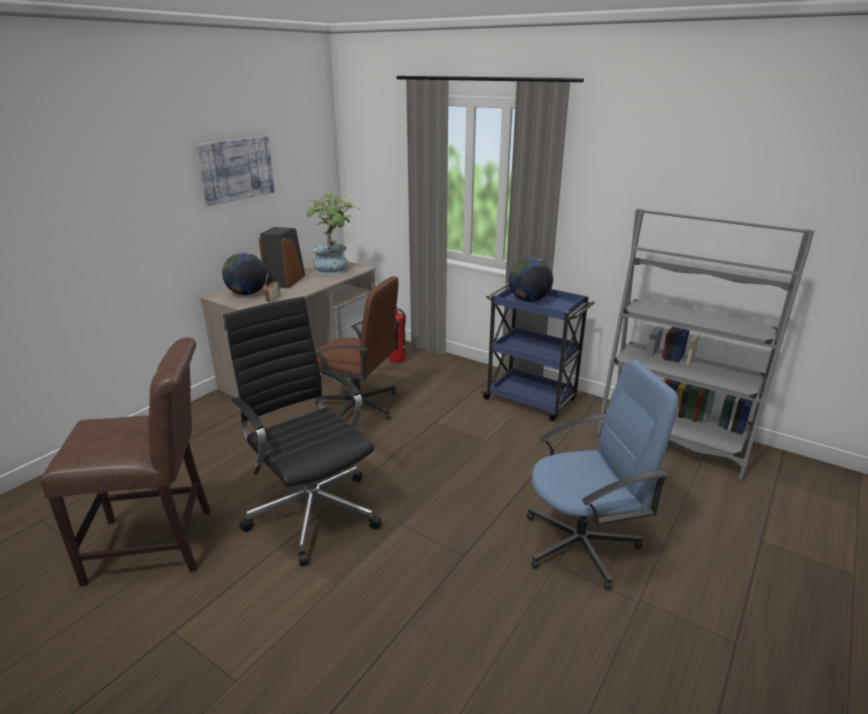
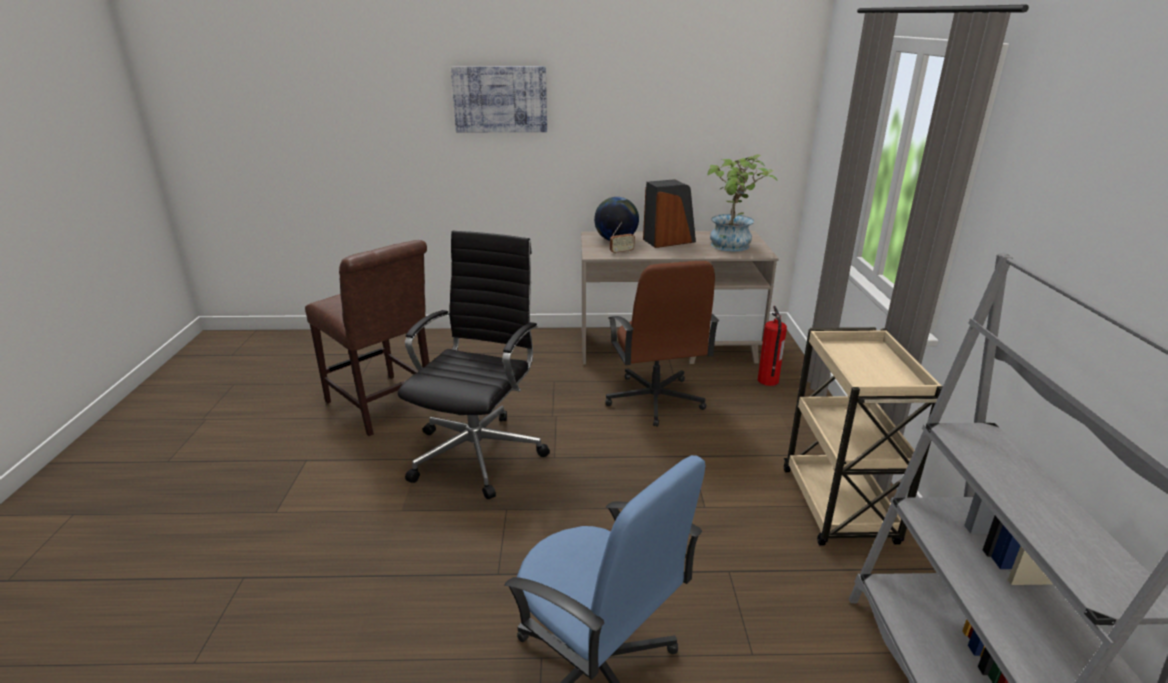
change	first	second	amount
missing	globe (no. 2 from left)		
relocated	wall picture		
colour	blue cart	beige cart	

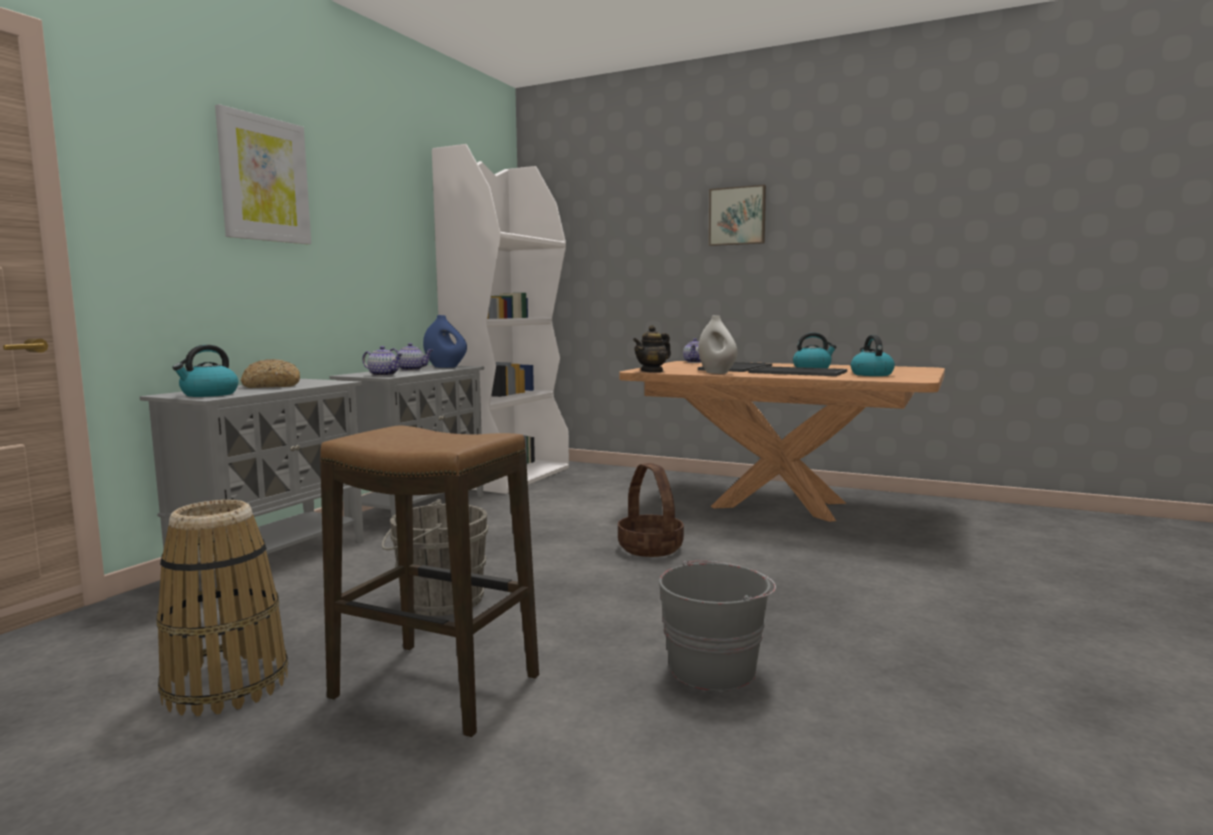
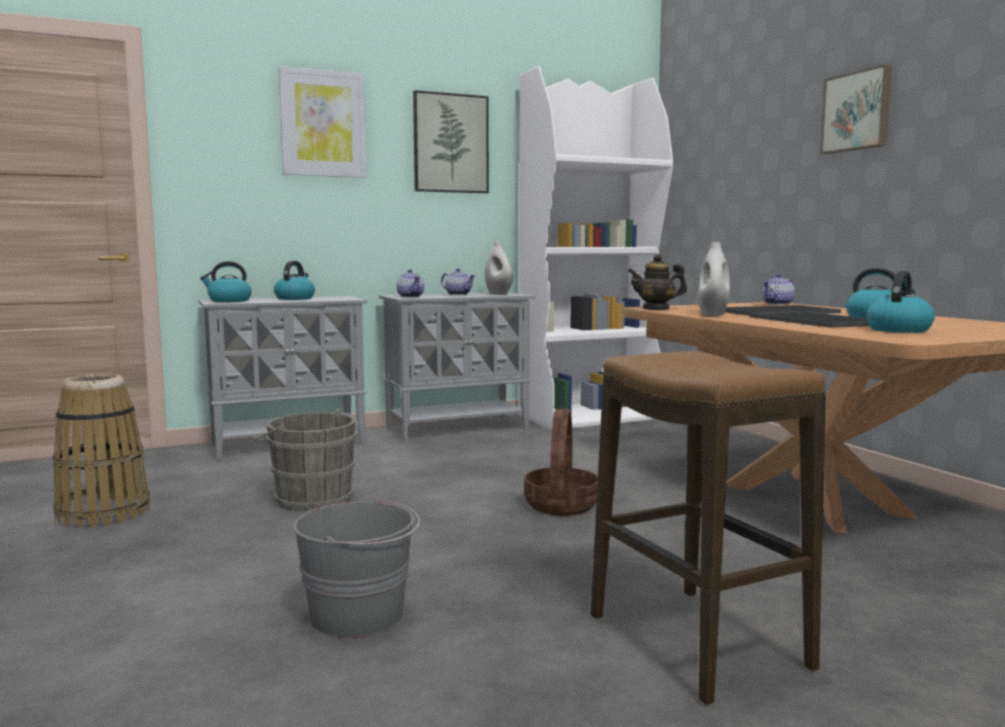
change	first	second	amount
appeared		wall picture (no. 2 from left)	
relocated	stool		
exchanged	bread	water kettle (no. 2 from left)	
colour	blue vase	white-coloured vase (no. 1 from left)	

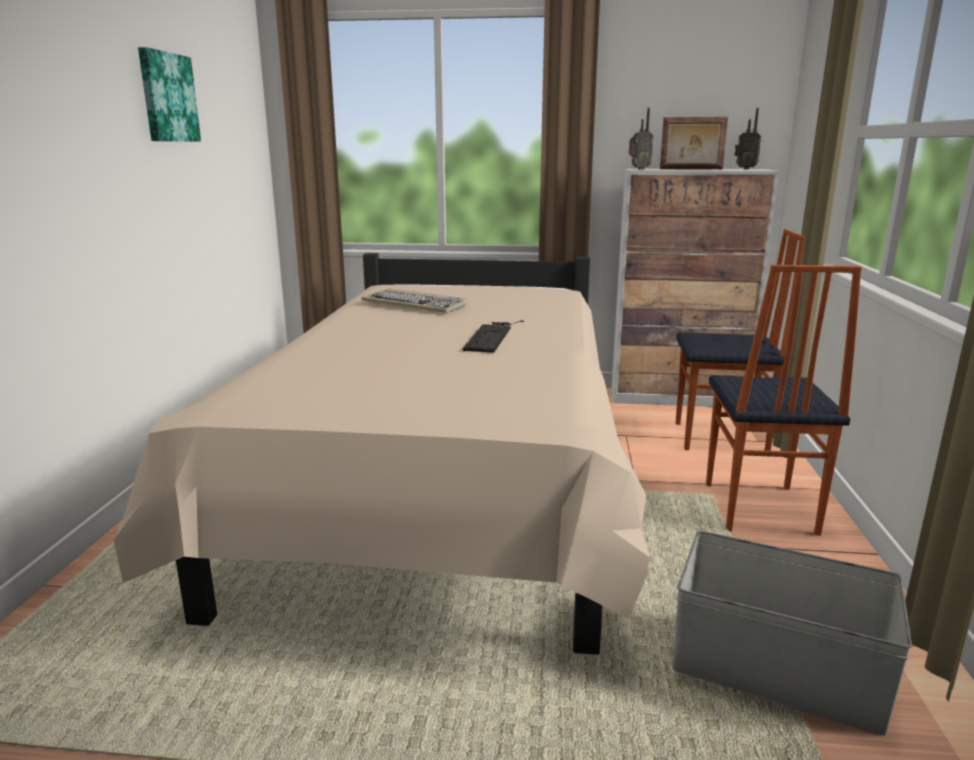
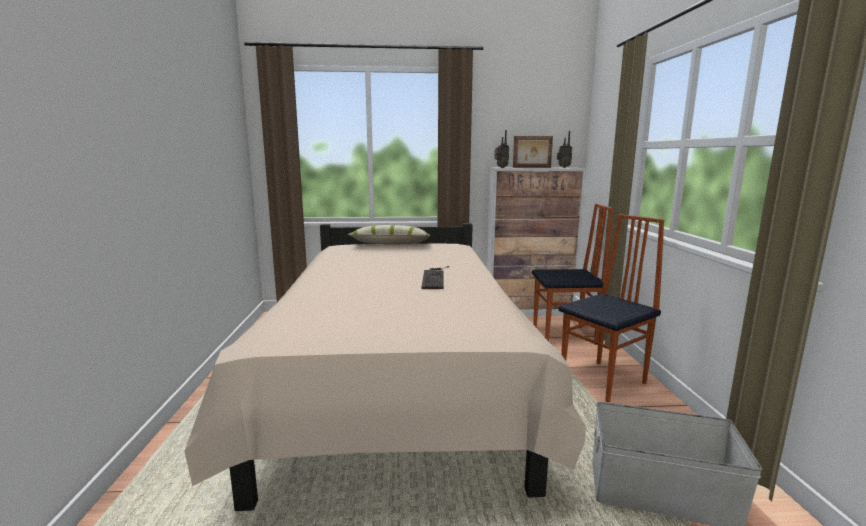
change	first	second	amount
missing	wall picture		
missing	PC keyboard (no. 1 from left)		
appeared		pillow	
spun	plain chair (no. 2 from left)		120 degrees counterclockwise

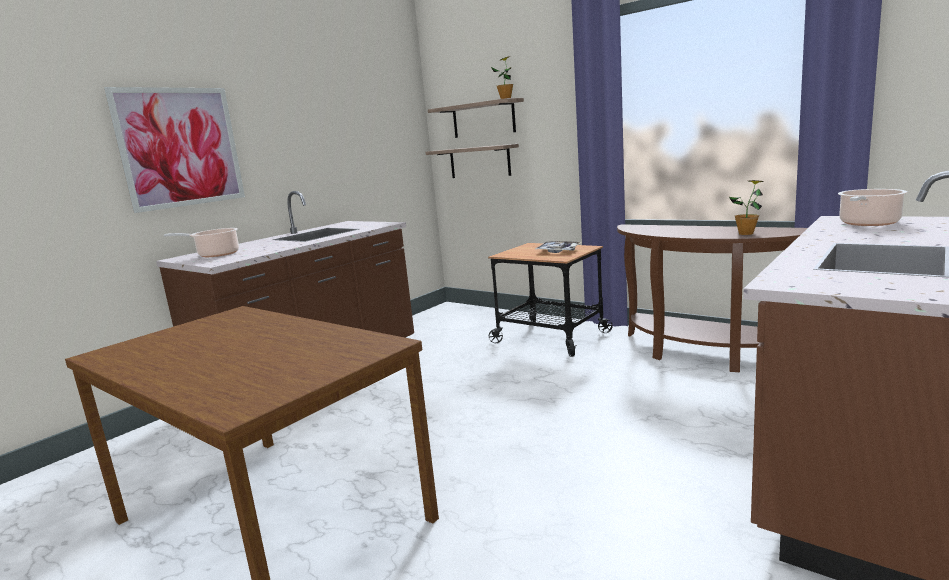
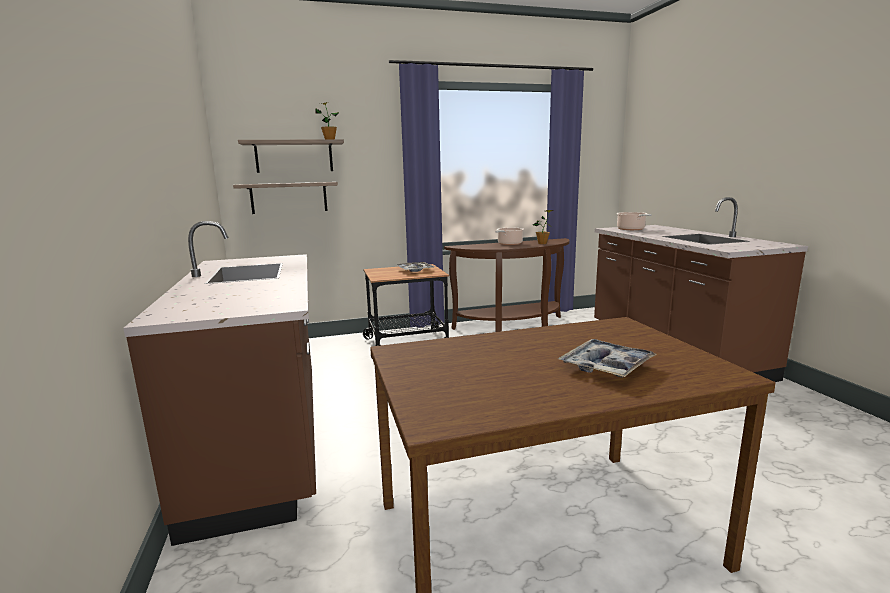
change	first	second	amount
missing	wall picture		
appeared		carrying tray (no. 2 from left)	
relocated	cooking pot (no. 1 from left)		

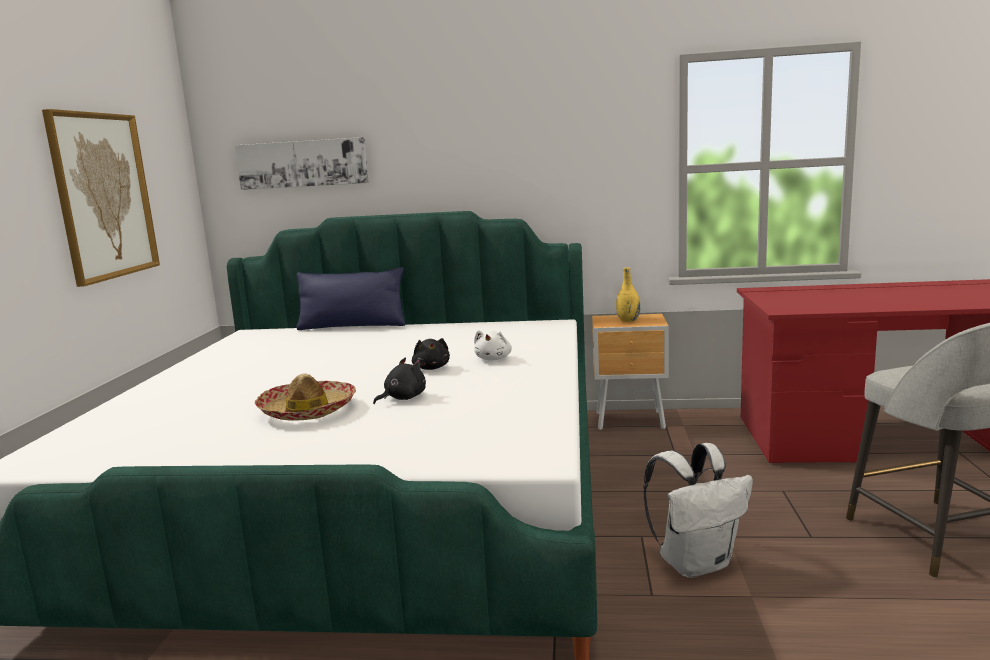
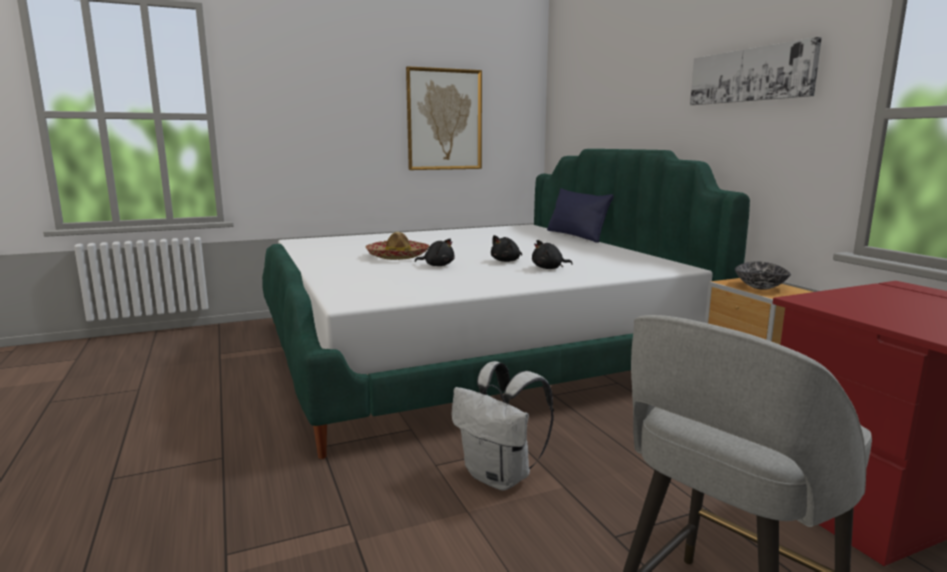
change	first	second	amount
relocated	wall picture (no. 2 from left)		
exchanged	yellow-coloured vase	serving bowl	
colour	white-coloured soft toy	blackish soft toy (no. 3 from left)	

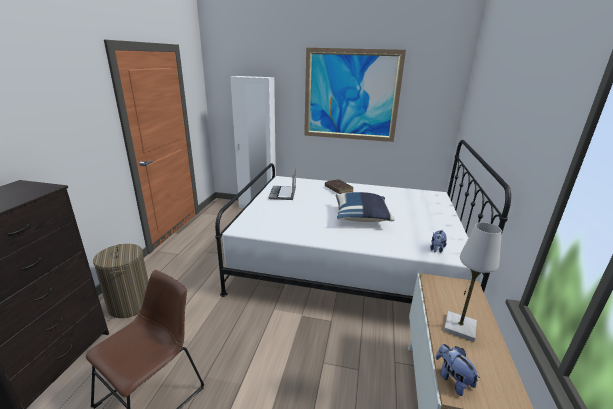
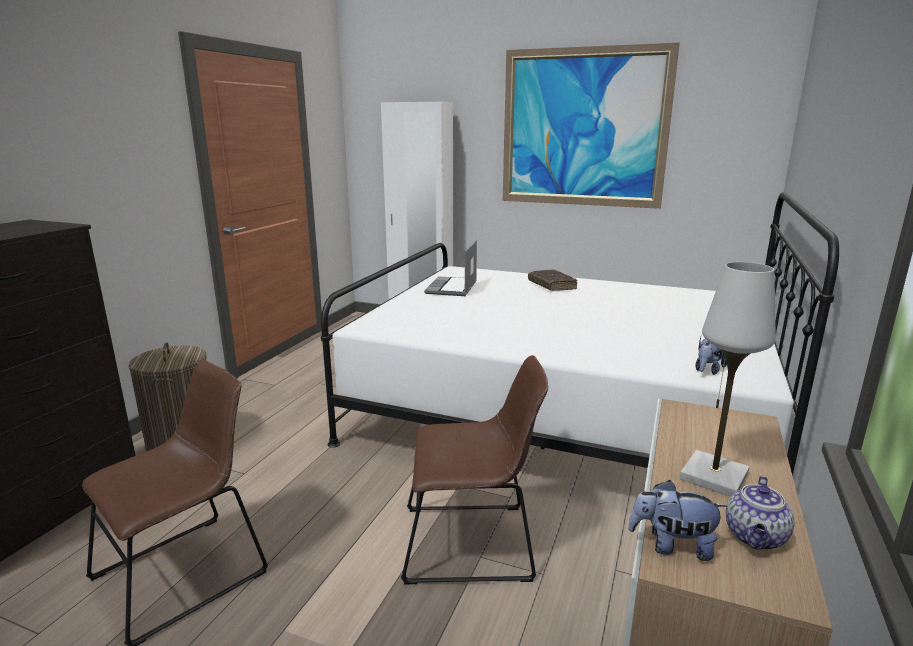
change	first	second	amount
missing	blue pillow		
appeared		brownish plain chair (no. 2 from left)	
appeared		pot for tea	
spun	soft toy (no. 2 from left in the first image)	soft toy (no. 1 from left)	60 degrees counterclockwise

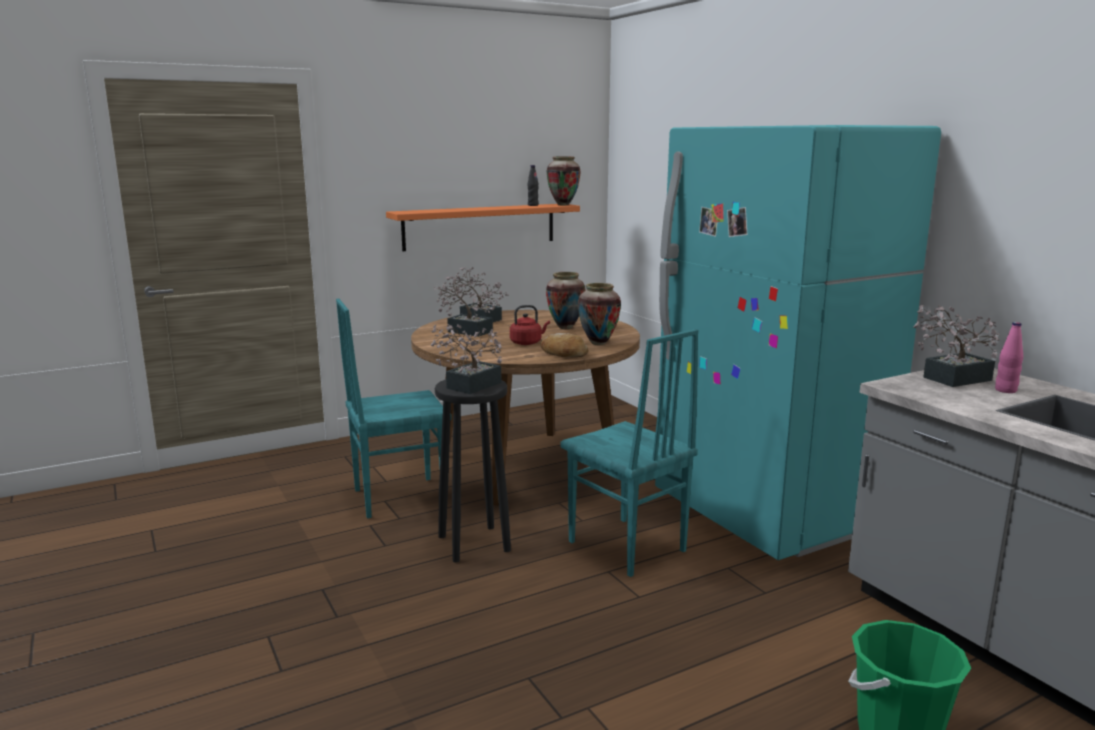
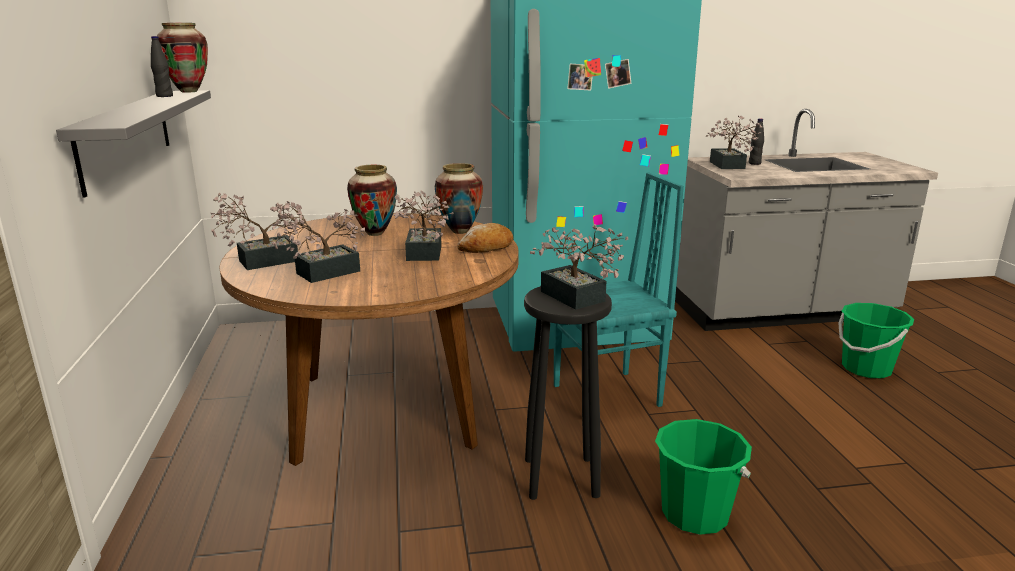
change	first	second	amount
missing	turquoise plain chair (no. 1 from left)		
appeared		greenish water bucket (no. 1 from left)	
exchanged	red water kettle	plant in a pot (no. 3 from left)	
colour	orange-coloured shelf	greyish shelf	
colour	pinkish beverage bottle	blackish beverage bottle (no. 2 from left)	

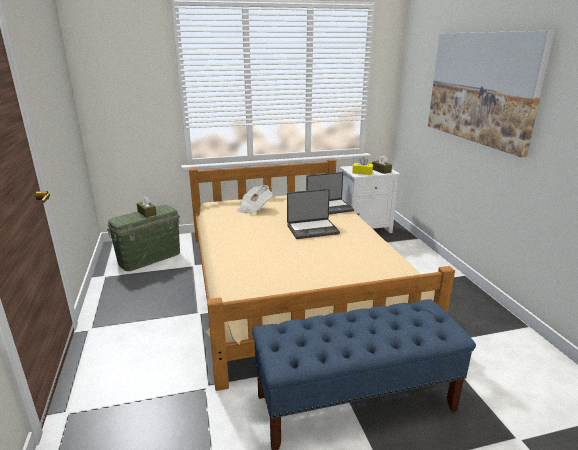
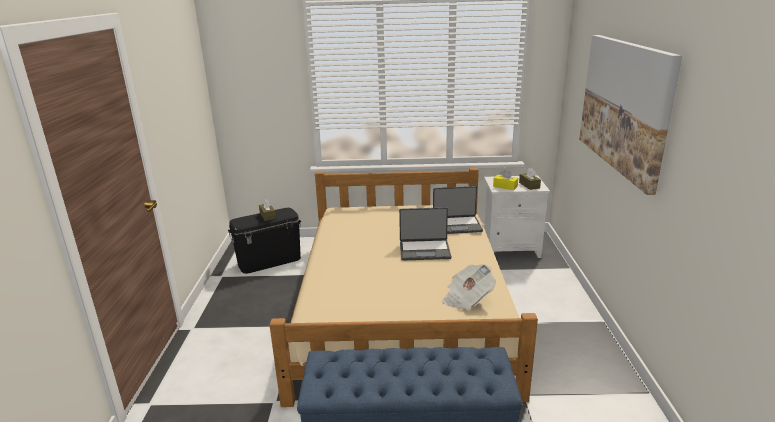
change	first	second	amount
relocated	newspaper		
colour	greenish storage container	blackish storage container	

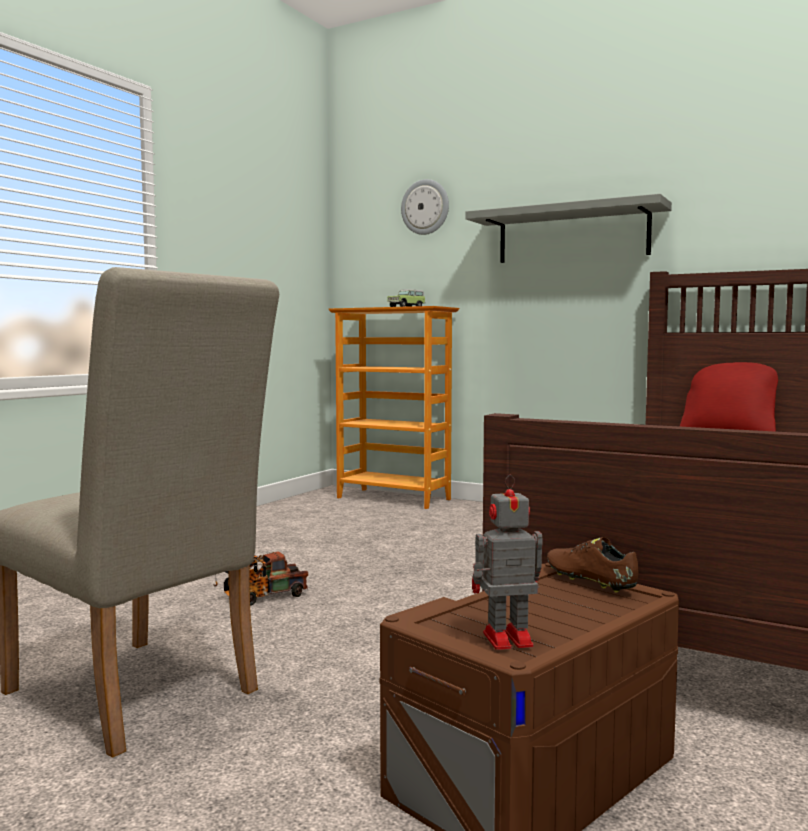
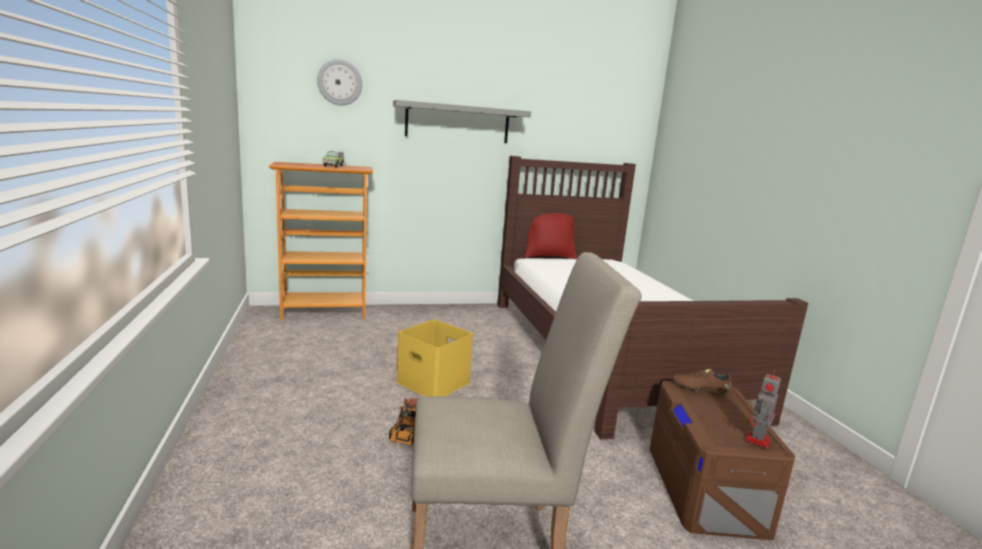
change	first	second	amount
appeared		yellow-coloured storage container	

